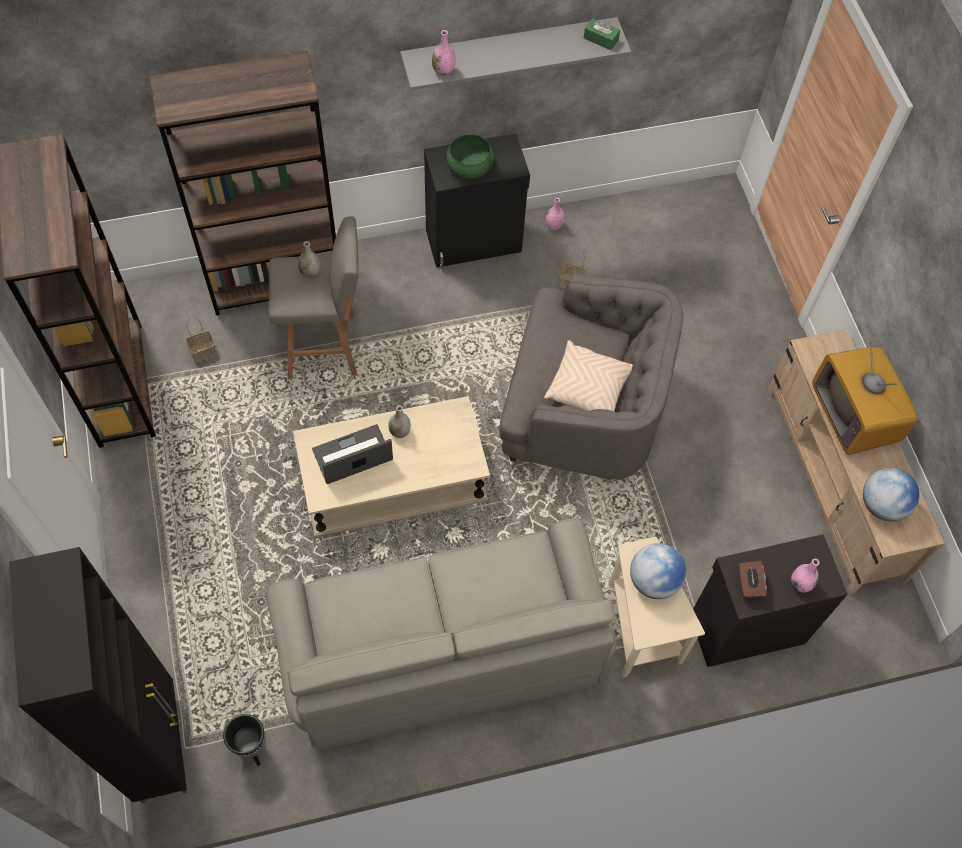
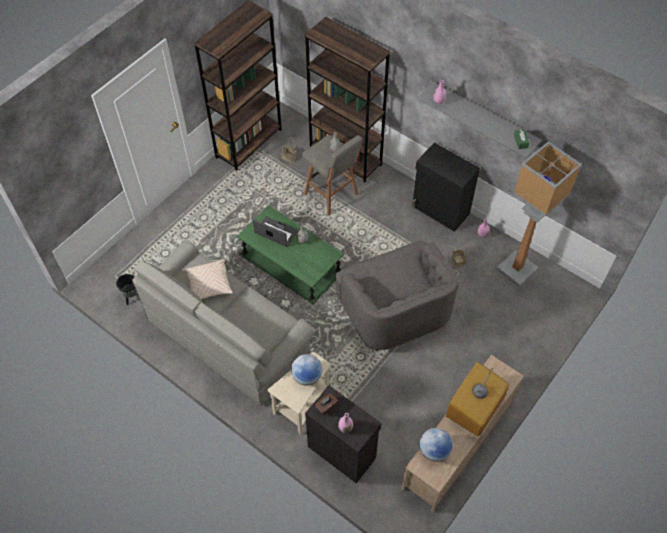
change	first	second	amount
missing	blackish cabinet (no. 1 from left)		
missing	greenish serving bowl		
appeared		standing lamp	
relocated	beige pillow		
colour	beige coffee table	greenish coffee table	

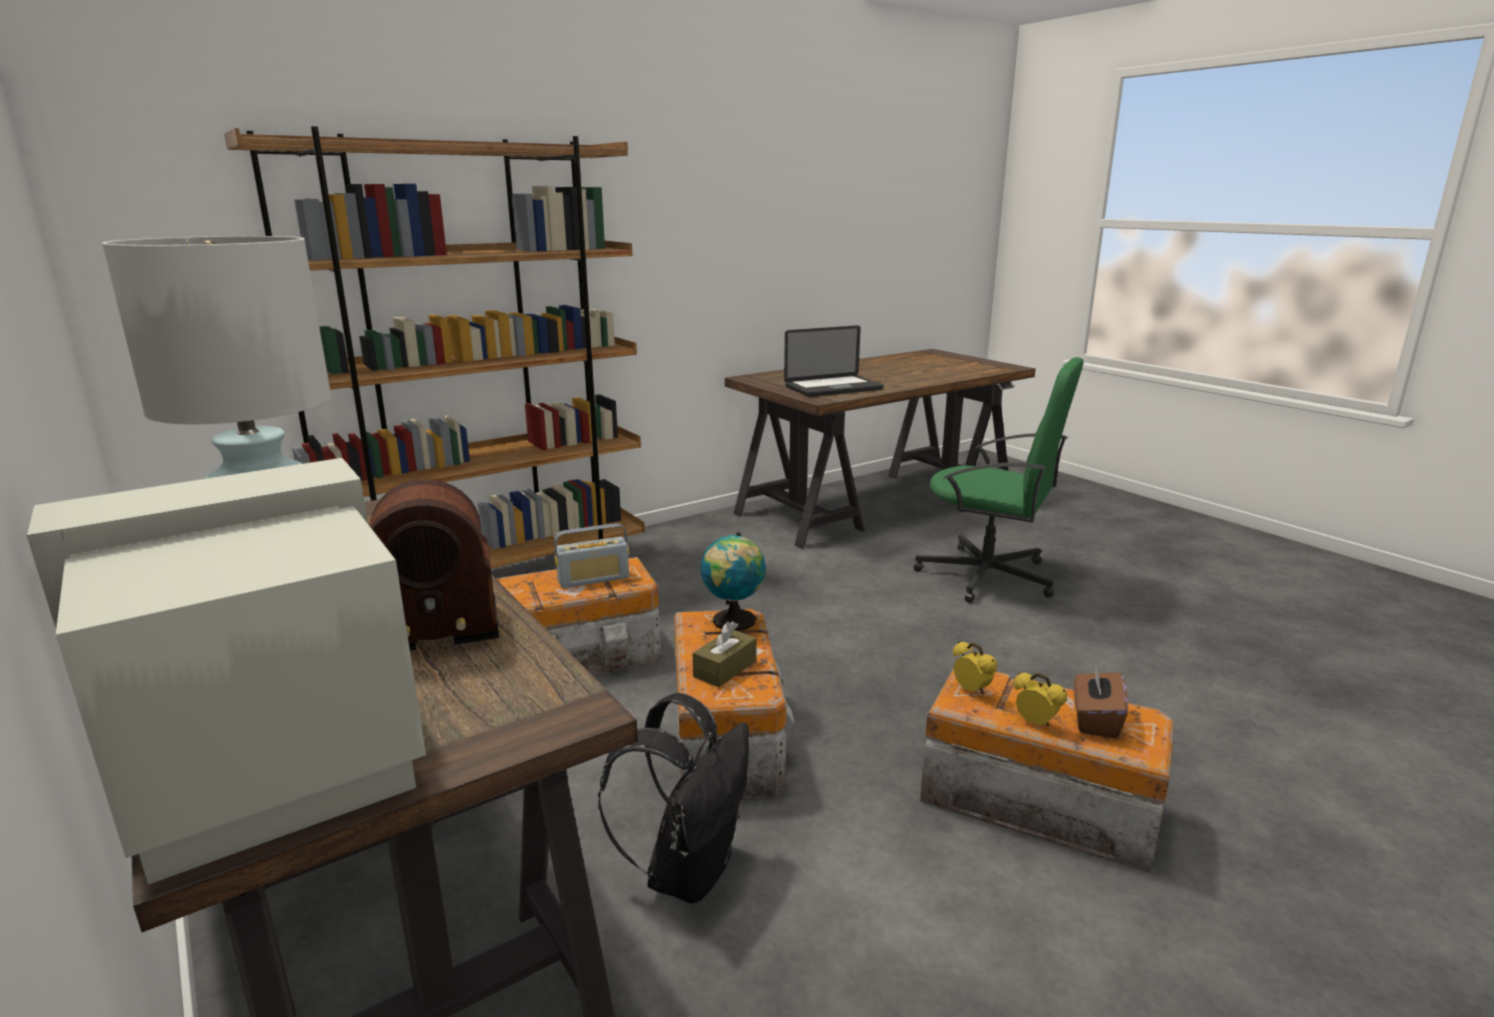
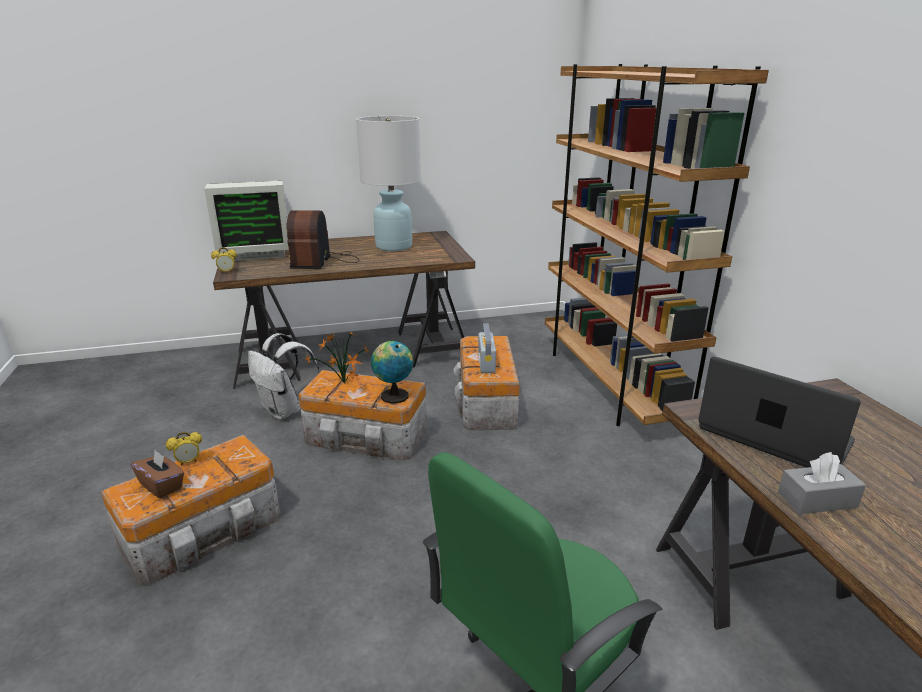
change	first	second	amount
appeared		greyish tissue box	
relocated	table clock (no. 1 from left in the first image)	table clock (no. 2 from left)	
exchanged	brownish tissue box (no. 1 from left)	plant in a pot	
colour	blackish knapsack	white-coloured knapsack	
spun	computer screen		90 degrees clockwise
spun	portable computer		135 degrees clockwise

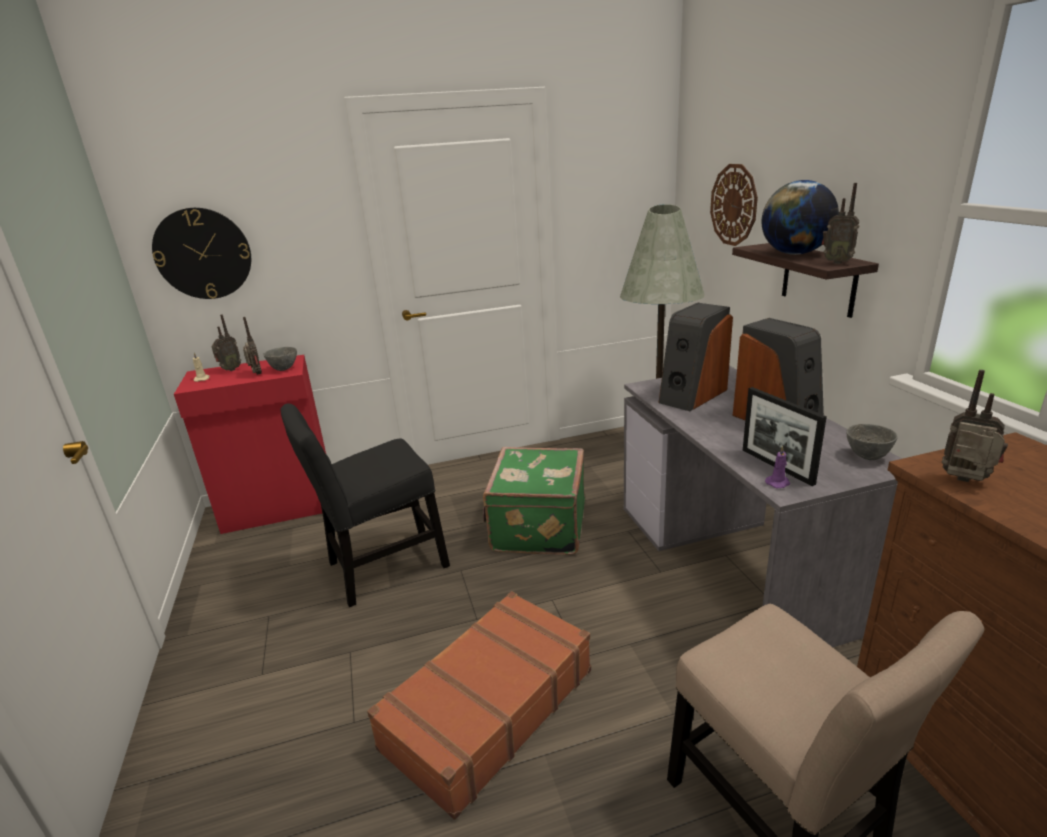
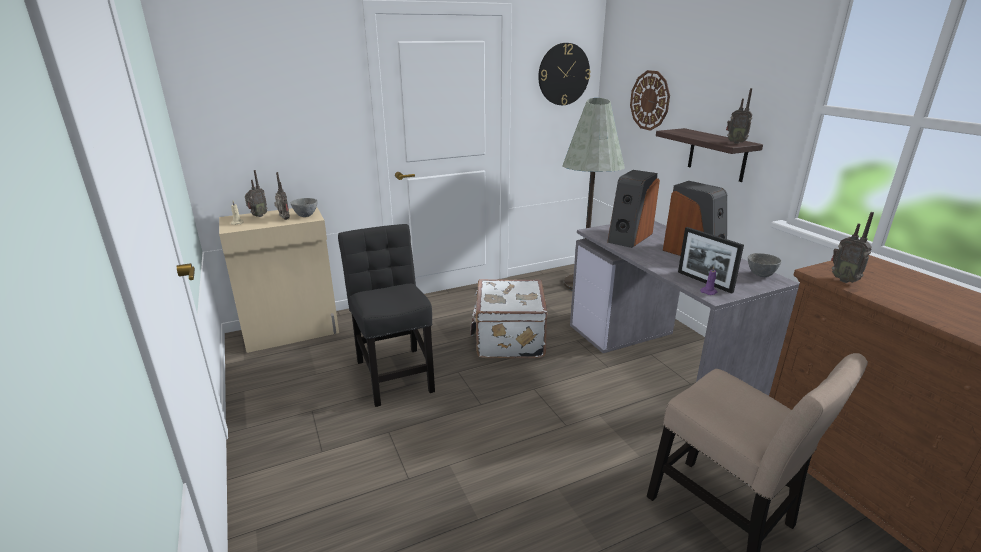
change	first	second	amount
missing	brownish suitcase		
missing	globe		
relocated	wall clock (no. 1 from left)		
colour	red cabinet	beige cabinet	
colour	greenish suitcase	white-coloured suitcase	
spun	blackish plain chair		105 degrees clockwise
spun	radio receiver (no. 4 from left)		150 degrees counterclockwise

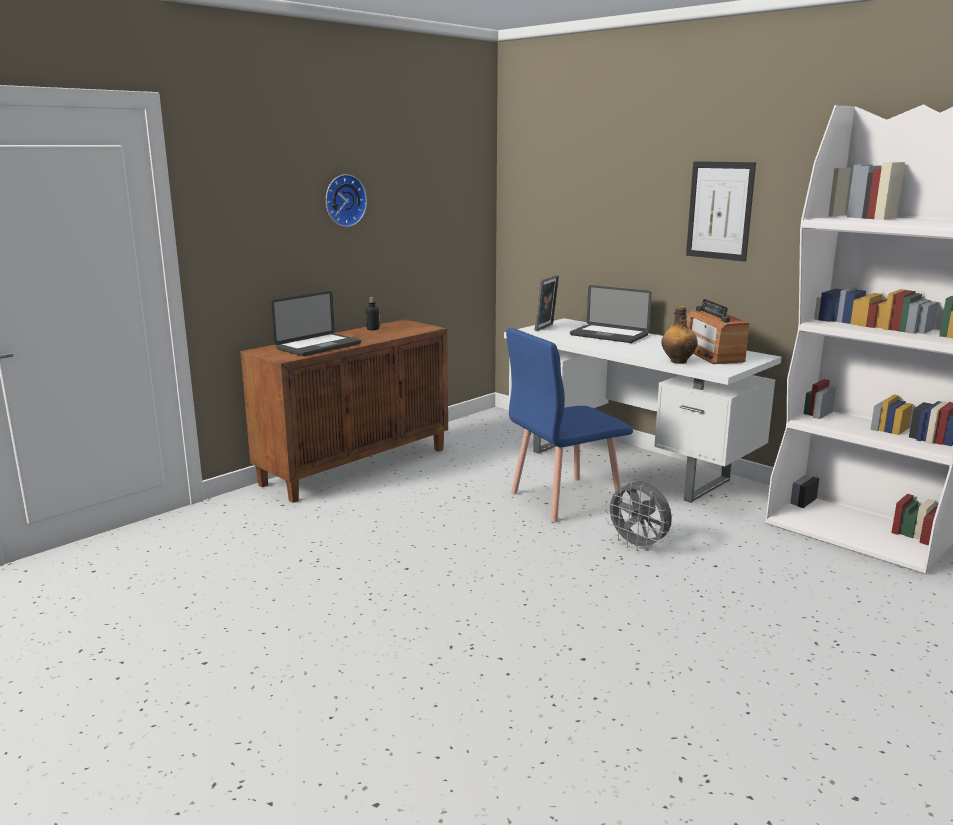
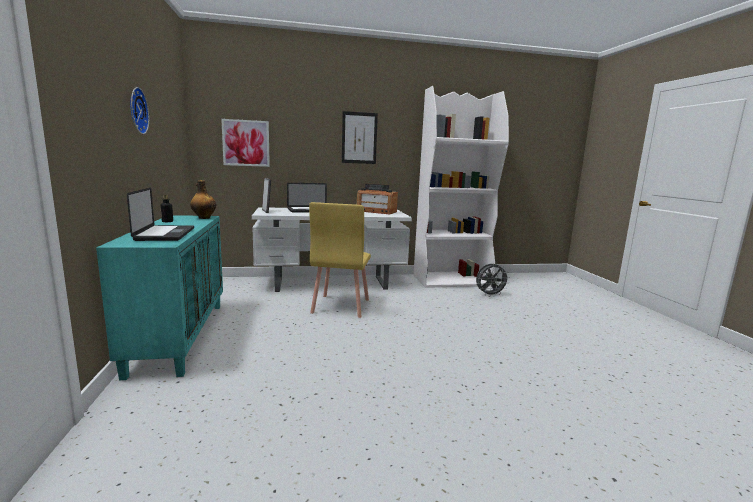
change	first	second	amount
appeared		wall picture (no. 1 from left)	
relocated	greyish cooling fan		
relocated	beverage bottle (no. 2 from left)		
colour	brownish cabinet	turquoise cabinet	
colour	blue plain chair	yellow-coloured plain chair	

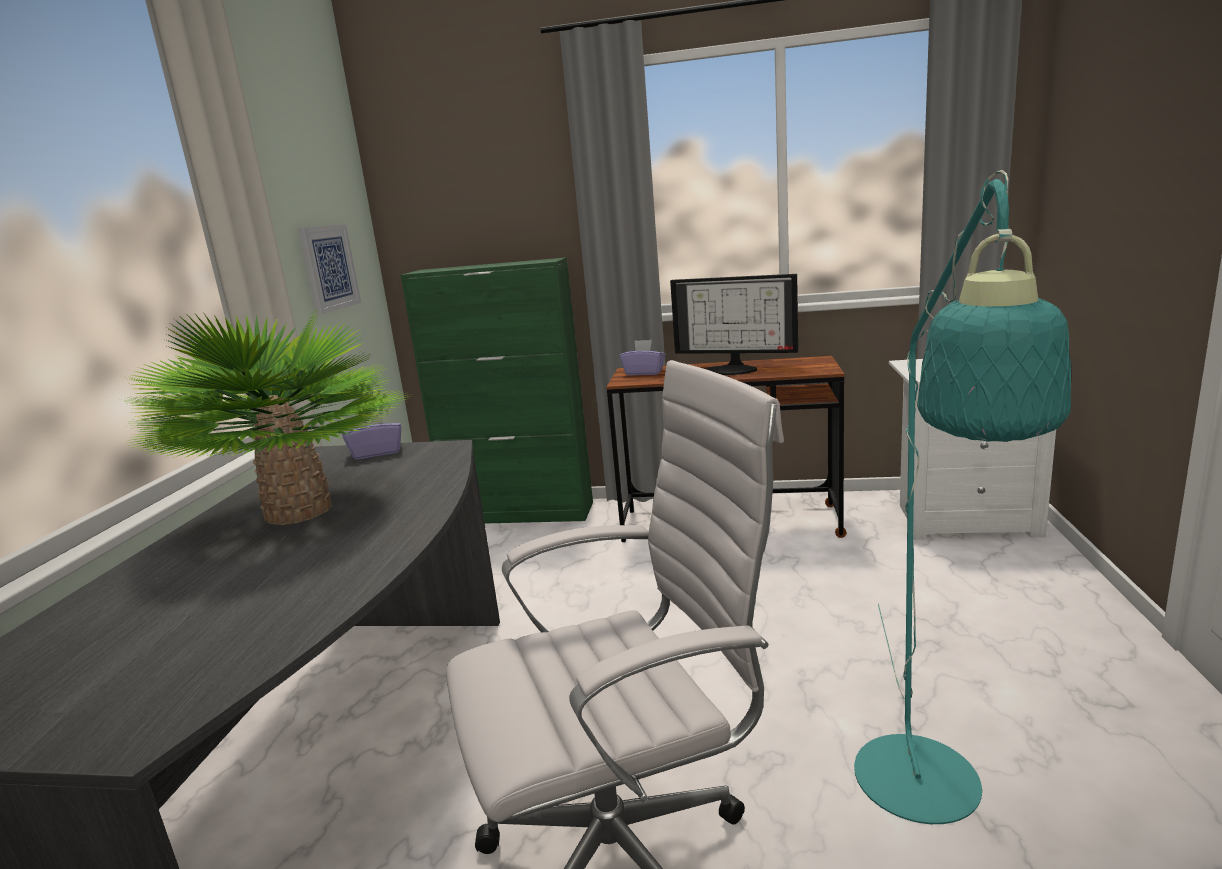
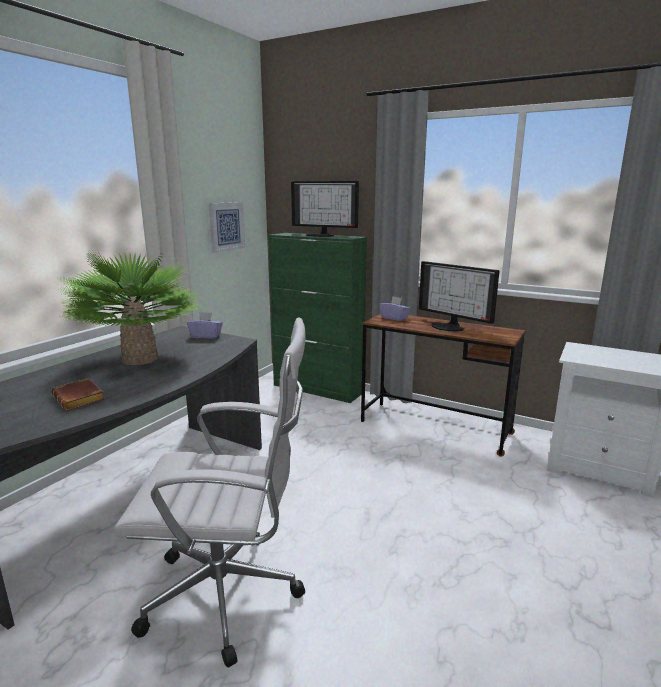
change	first	second	amount
missing	turquoise standing lamp		
appeared		brownish book	
appeared		computer screen (no. 1 from left)	

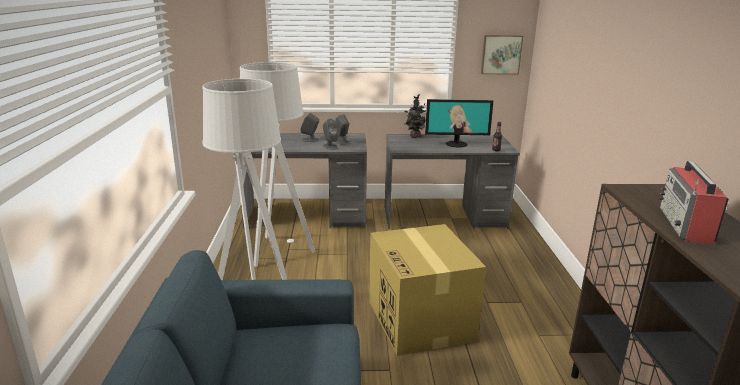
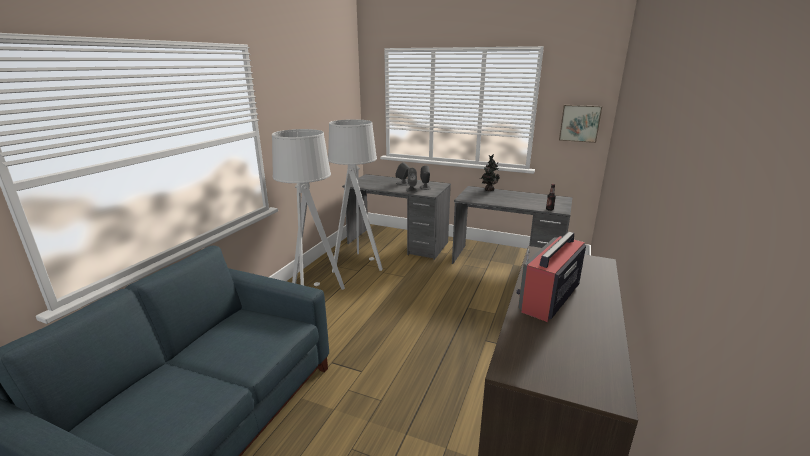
change	first	second	amount
missing	packing box		
missing	computer screen		

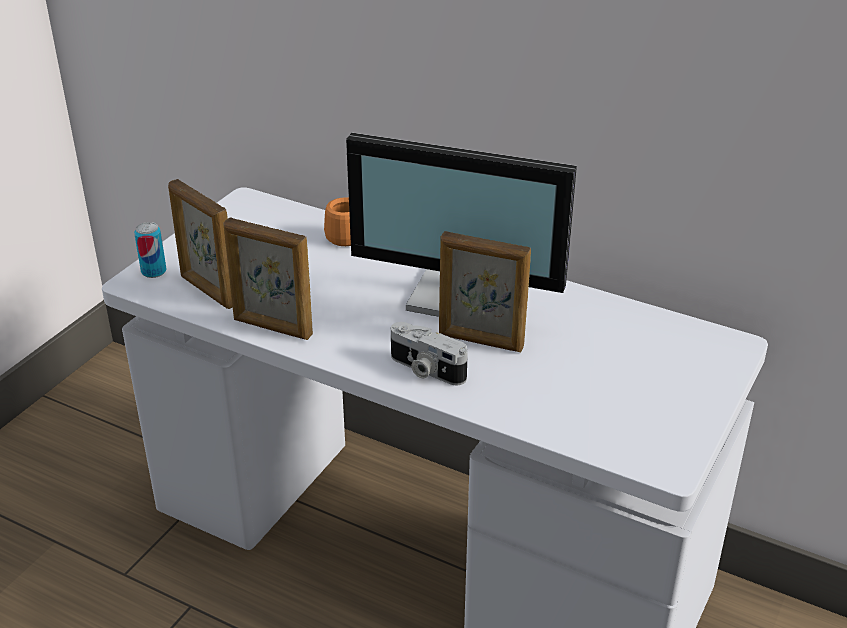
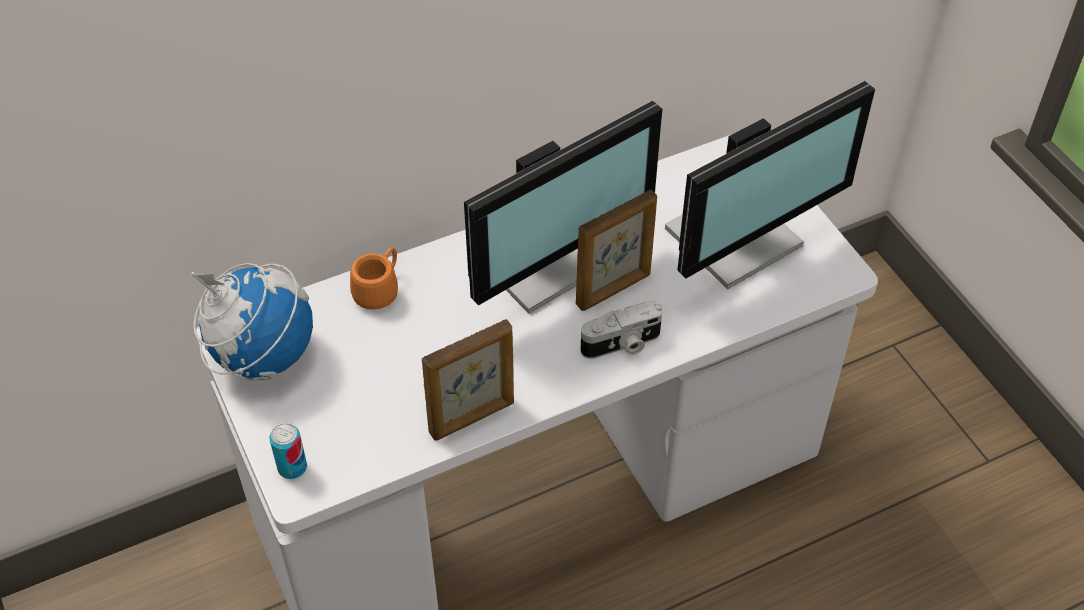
change	first	second	amount
missing	standing frame (no. 1 from left)		
appeared		globe	
appeared		computer screen (no. 2 from left)	

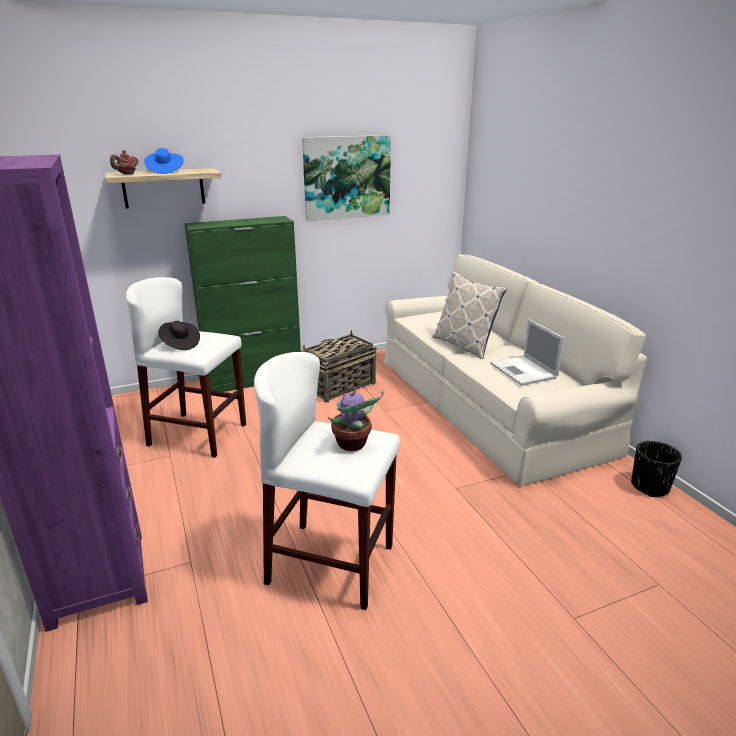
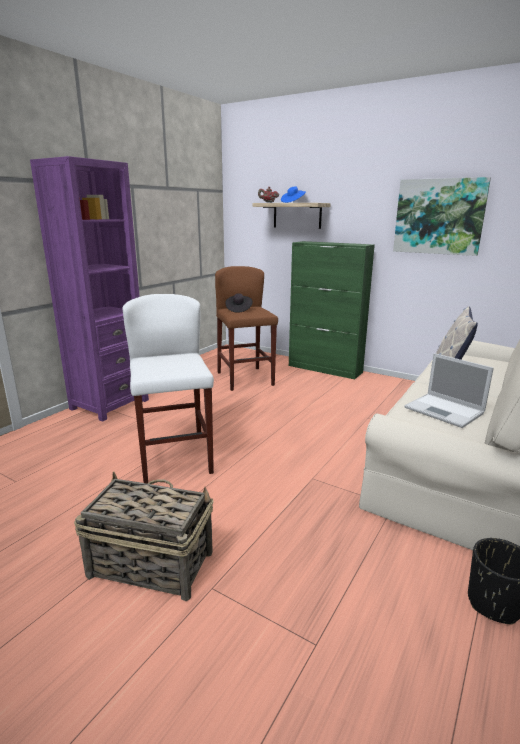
change	first	second	amount
missing	plant in a pot		
relocated	household basket		
colour	white-coloured stool (no. 1 from left)	brownish stool	
spun	portable computer		75 degrees counterclockwise

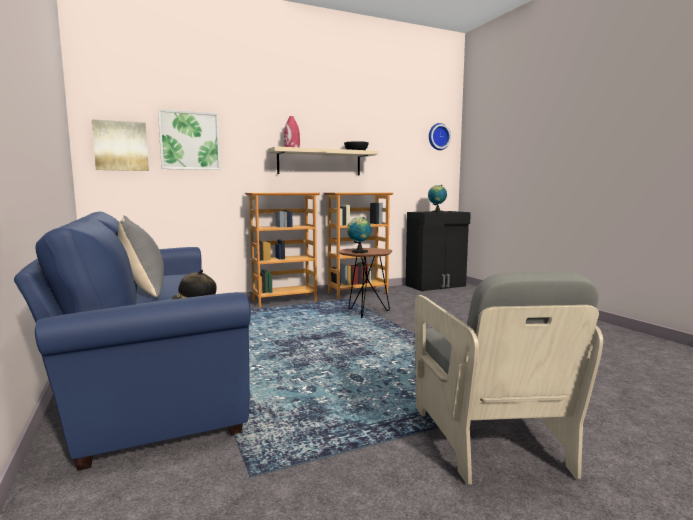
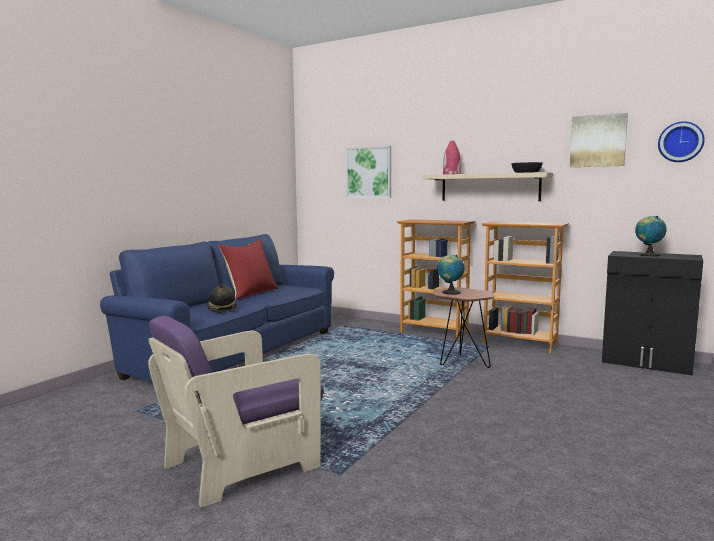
change	first	second	amount
relocated	wall picture (no. 1 from left in the first image)	wall picture (no. 2 from left)	
colour	greyish pillow	red pillow	
colour	greyish easy chair	purple easy chair	

